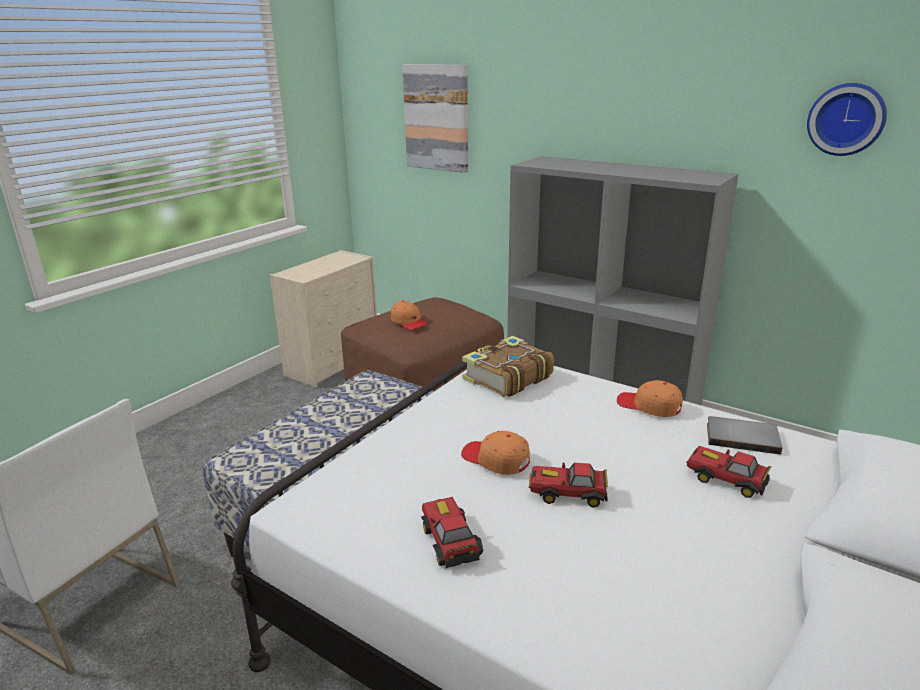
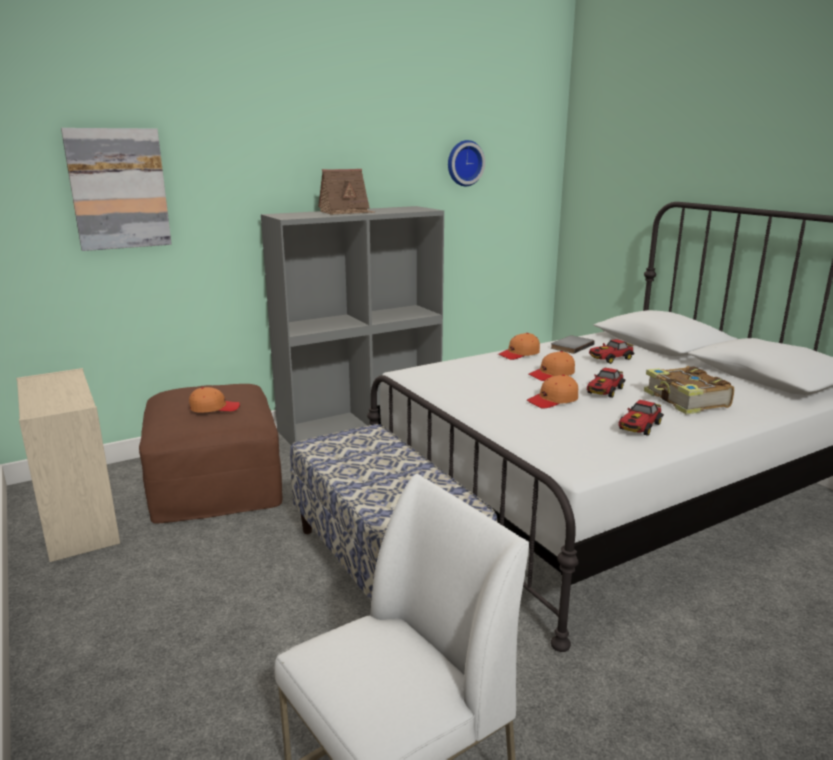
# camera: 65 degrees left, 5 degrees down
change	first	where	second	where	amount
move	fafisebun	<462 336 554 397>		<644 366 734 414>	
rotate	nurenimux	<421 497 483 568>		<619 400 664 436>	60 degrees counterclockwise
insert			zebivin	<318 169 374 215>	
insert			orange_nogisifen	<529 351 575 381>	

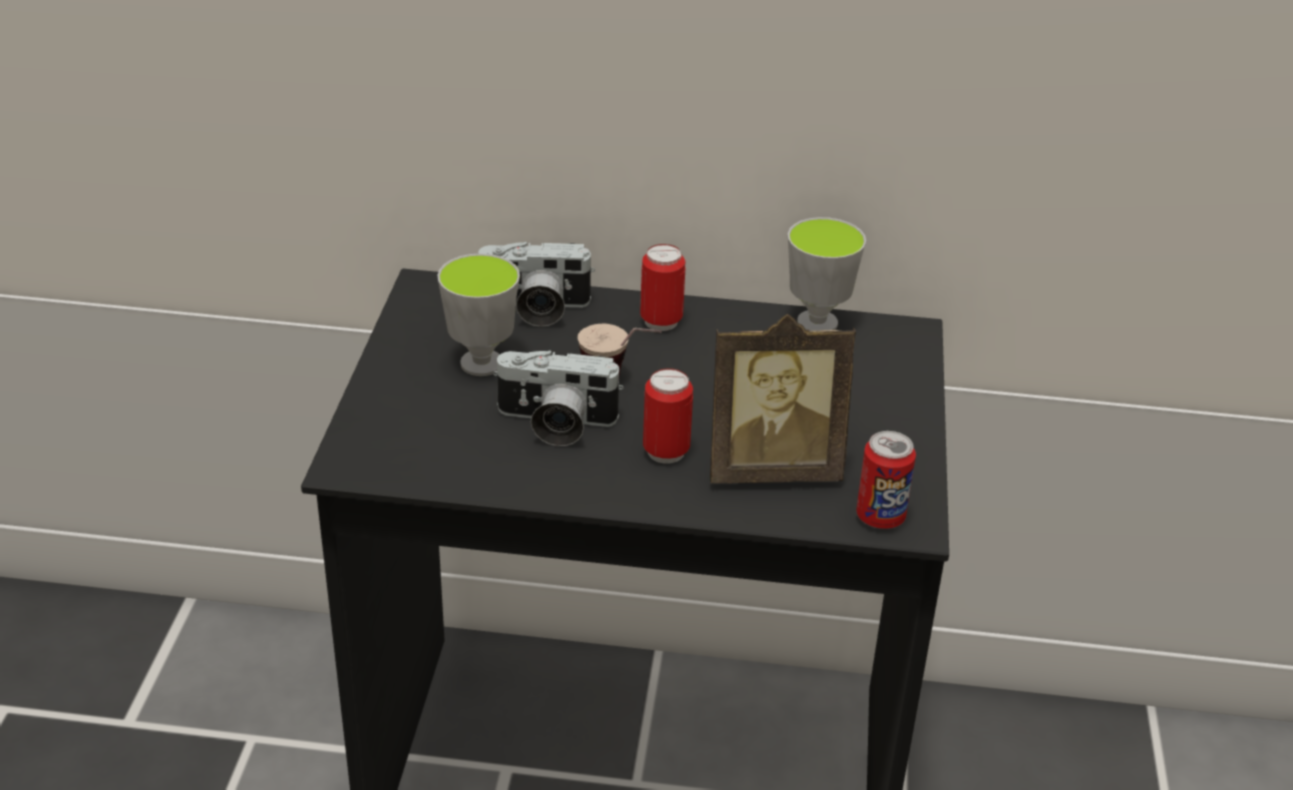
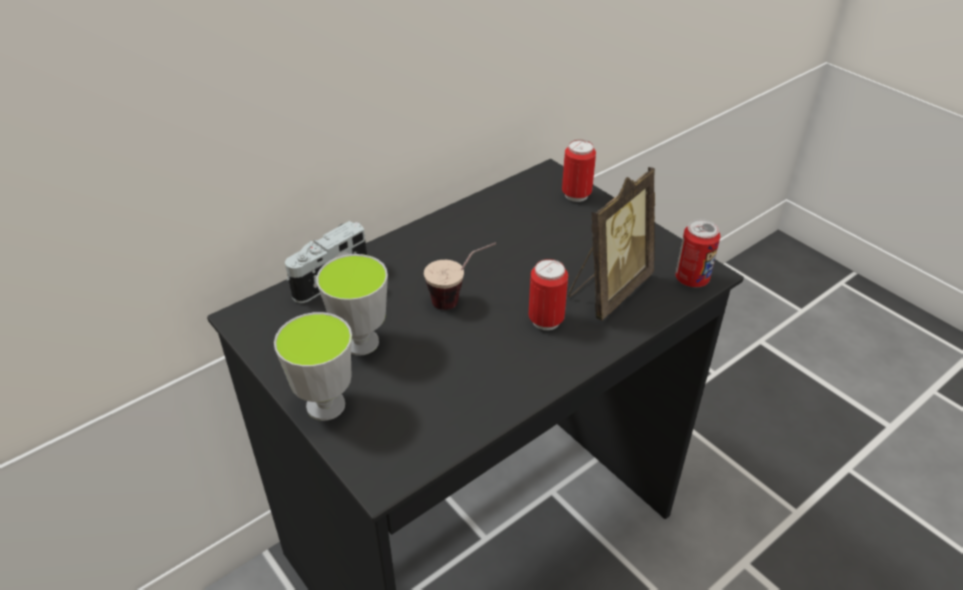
# camera: 45 degrees left, 5 degrees up
change	first	where	second	where	amount
move	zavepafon	<788 217 866 331>		<274 312 352 421>	
move	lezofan	<640 244 685 331>		<562 140 596 202>	
delete	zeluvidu	<493 350 624 446>			

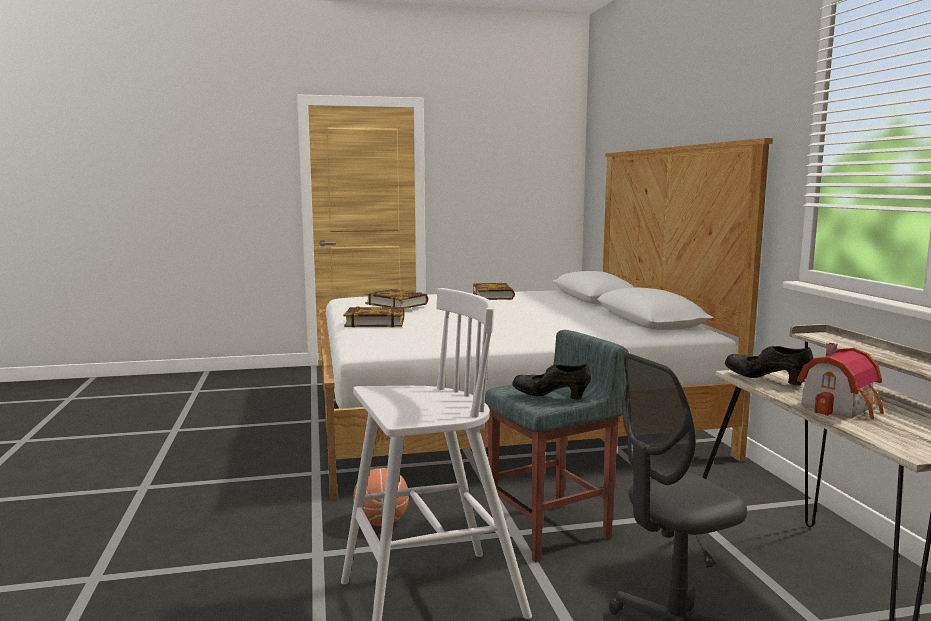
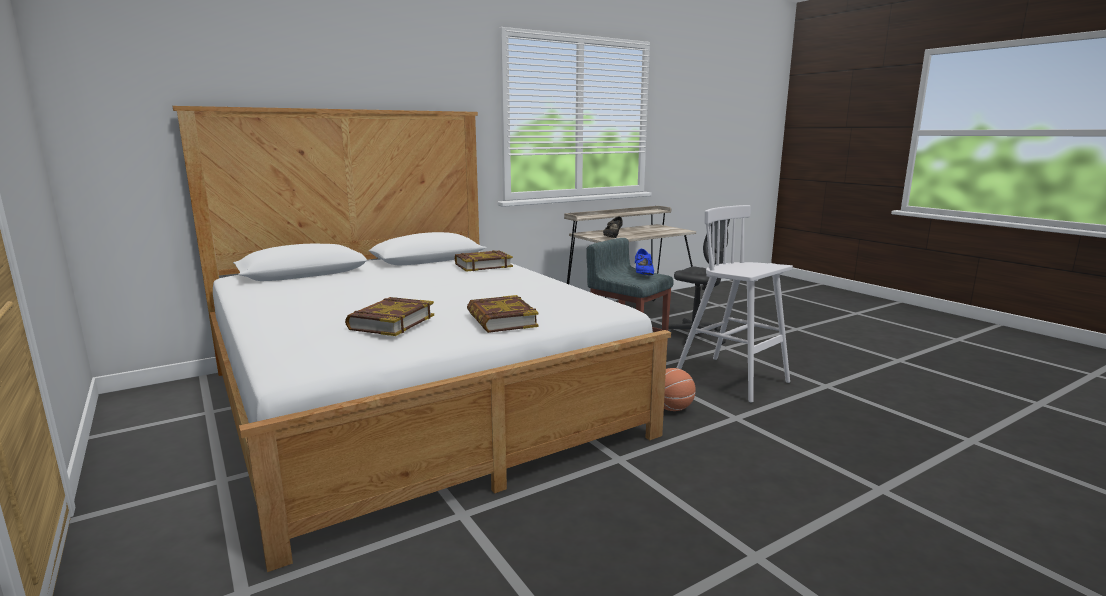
# camera: 110 degrees left, 5 degrees up
change	first	where	second	where	amount
move	fafisebun	<473 283 515 300>		<455 250 513 272>	
delete	zebivin	<797 342 884 419>			
recolor	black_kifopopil	<512 364 591 400>	blue_kifopopil	<635 249 654 275>	

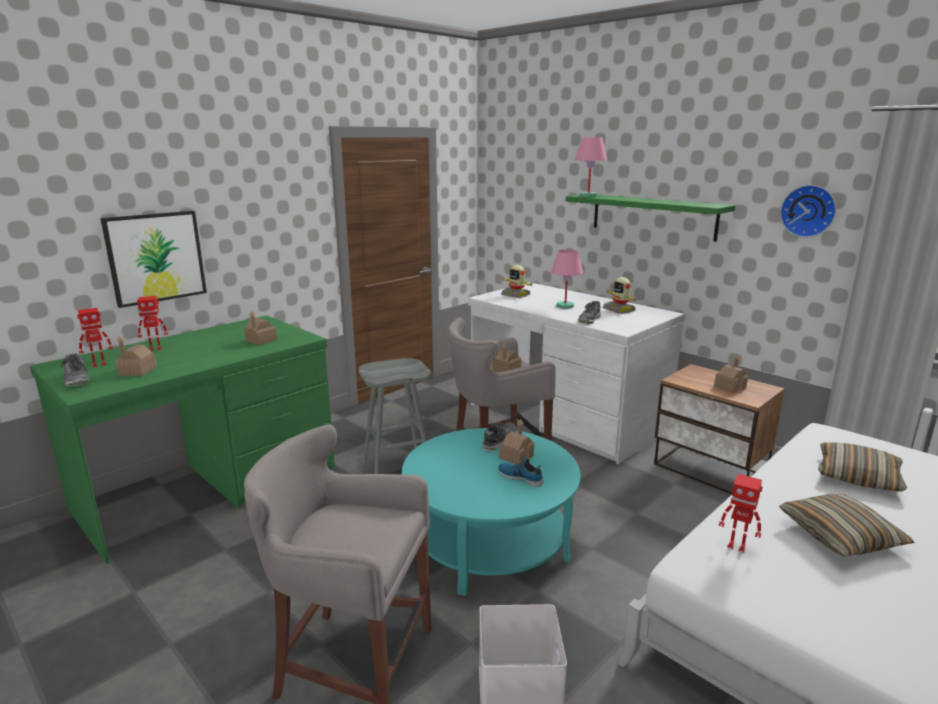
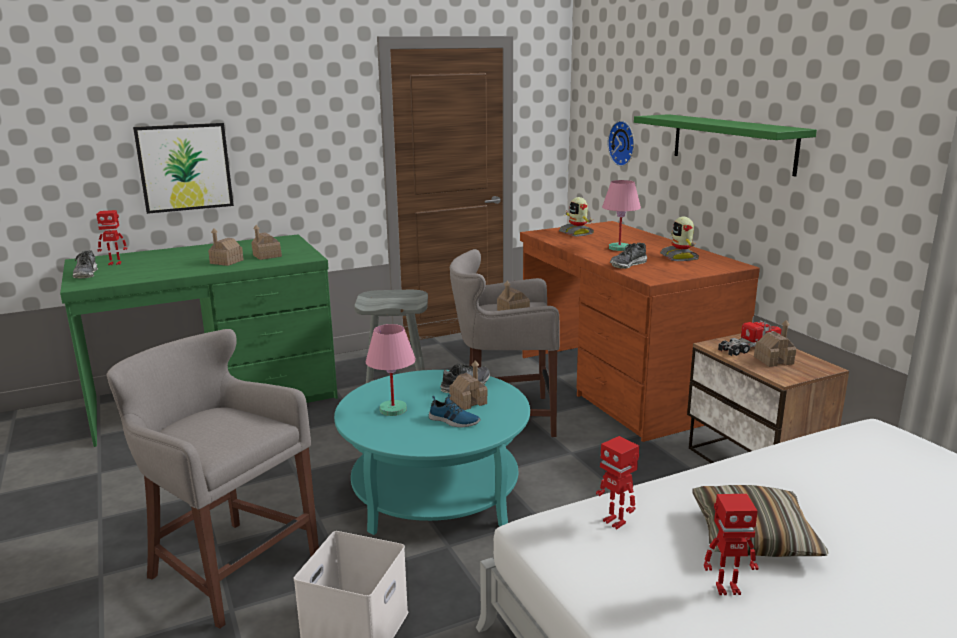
# camera: 20 degrees right, 0 degrees up
change	first	where	second	where	amount
move	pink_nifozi	<575 137 607 197>		<366 324 416 416>	
move	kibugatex	<780 185 836 238>		<608 121 634 166>	
recolor	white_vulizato	<468 282 684 464>	brown_vulizato	<520 221 760 442>	
move	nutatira	<137 296 168 351>		<704 494 758 595>	
move	zebivin	<116 336 157 376>		<208 228 244 266>	
delete	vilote	<818 442 907 492>			
rotate	kifopopil	<498 456 544 487>		<429 394 481 427>	150 degrees clockwise
insert			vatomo	<718 316 782 356>	

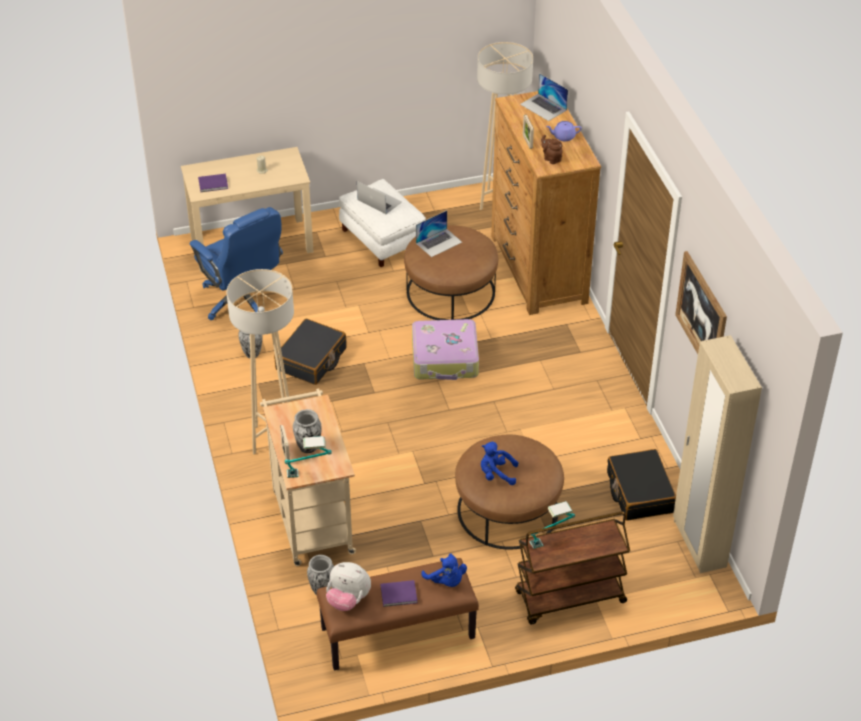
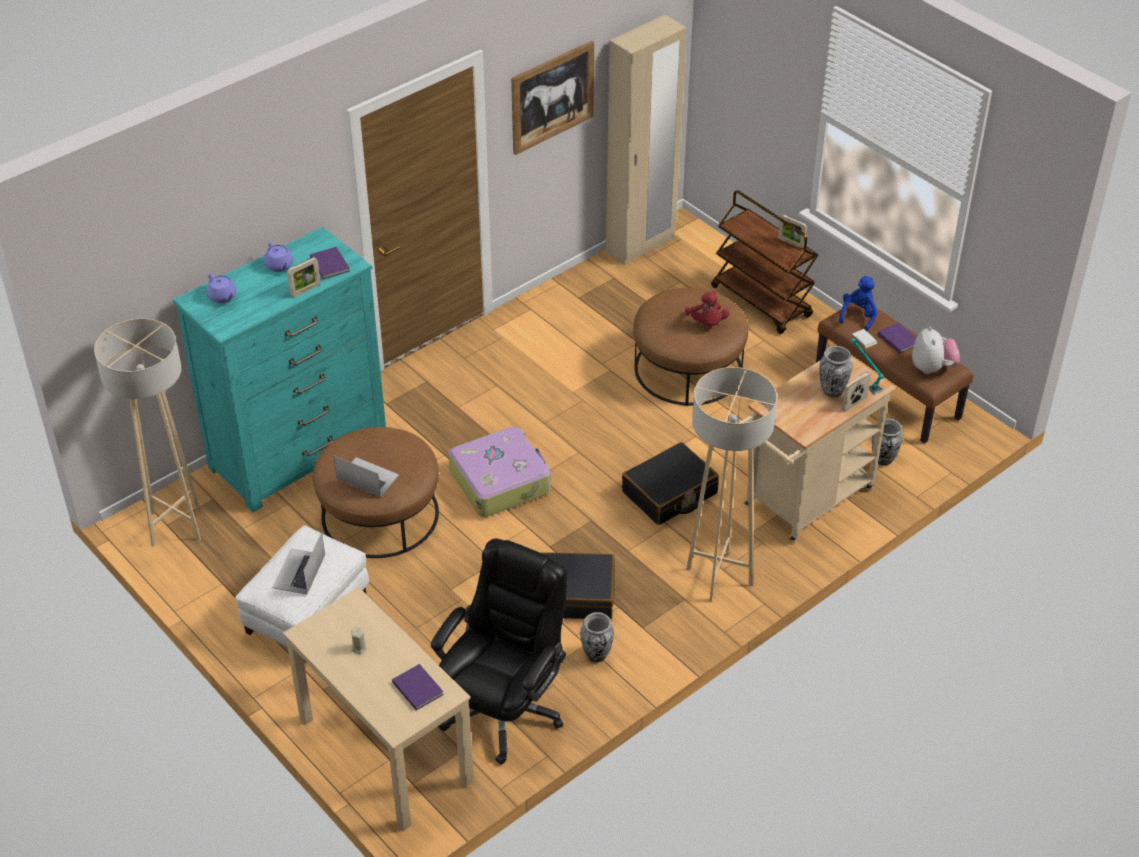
# camera: 115 degrees left, 0 degrees up
change	first	where	second	where	amount
replace	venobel	<520 73 568 121>	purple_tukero	<207 274 237 303>	
recolor	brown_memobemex	<491 91 601 315>	turquoise_memobemex	<173 227 386 512>	
replace	brown_tukero	<541 135 563 164>	purple_fafisebun	<310 247 350 279>	
recolor	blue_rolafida	<190 207 283 320>	black_rolafida	<431 538 567 765>	
recolor	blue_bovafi	<481 442 519 485>	red_bovafi	<685 291 729 326>	
move	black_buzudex	<607 449 676 521>		<622 442 719 525>	
delete	nifozi	<529 501 575 549>			
insert			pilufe	<778 215 807 248>	

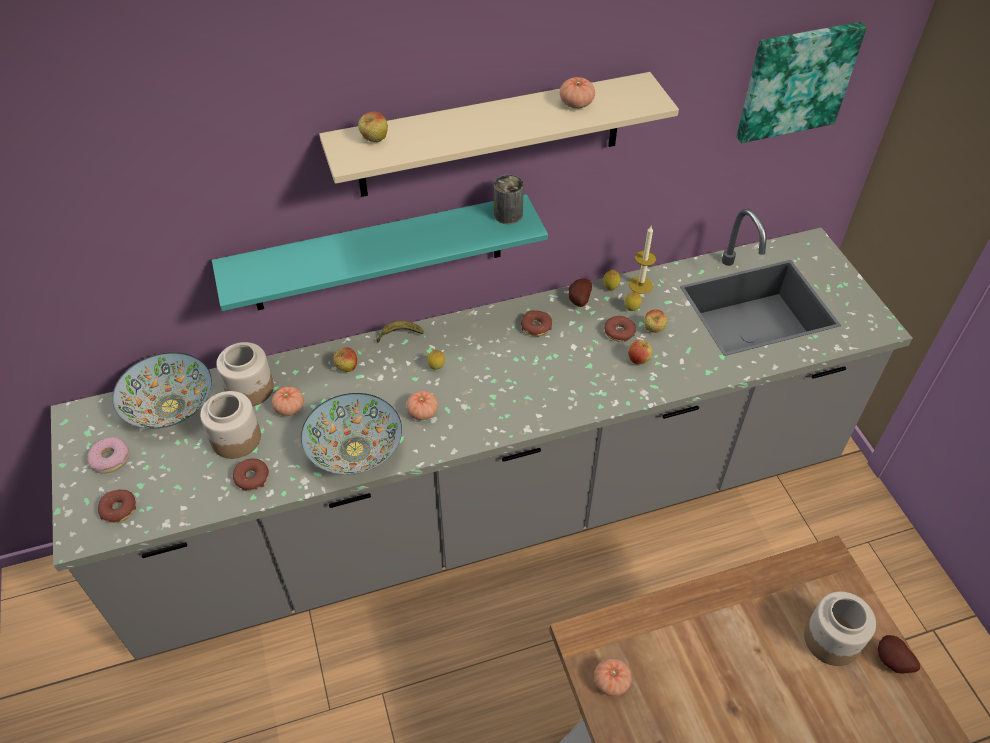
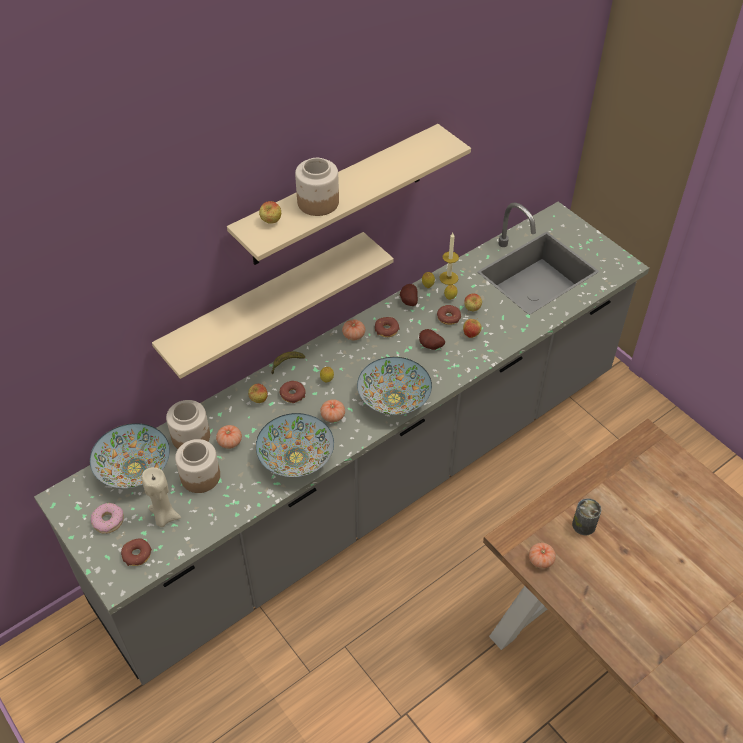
# camera: 20 degrees left, 0 degrees up
change	first	where	second	where	amount
delete	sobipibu	<737 22 867 143>			
move	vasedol	<560 77 595 108>		<342 319 365 340>	
move	lezofan	<494 175 524 224>		<572 498 601 535>	
recolor	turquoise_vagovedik	<212 194 548 311>	beige_vagovedik	<152 232 394 379>	
move	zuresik	<233 459 269 491>		<280 381 306 403>	
move	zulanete	<804 591 876 666>		<295 158 339 216>	
move	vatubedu	<878 635 920 674>		<419 329 445 350>	
insert			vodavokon	<357 357 432 415>	
insert			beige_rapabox	<142 467 181 527>	

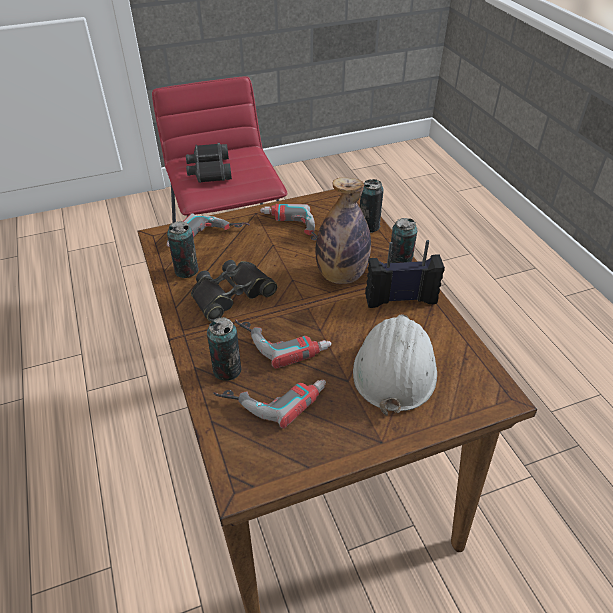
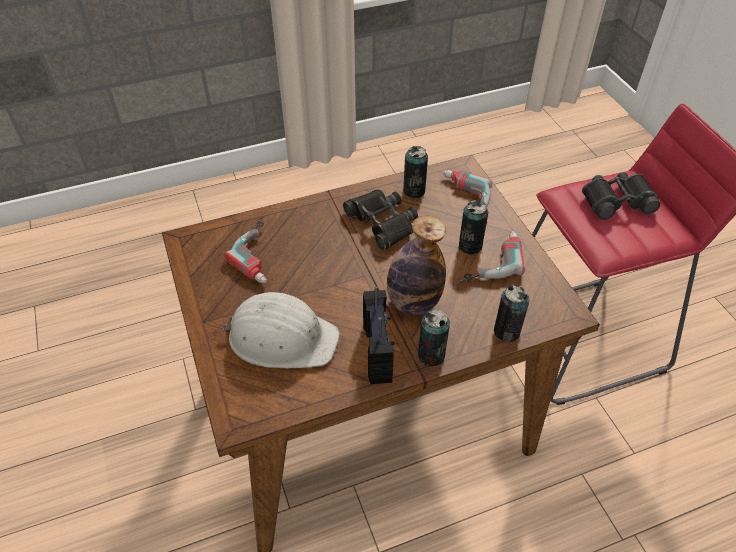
# camera: 90 degrees right, 5 degrees up
change	first	where	second	where	amount
move	lezofan	<207 317 241 381>		<459 200 488 254>	
delete	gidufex	<235 320 332 368>			

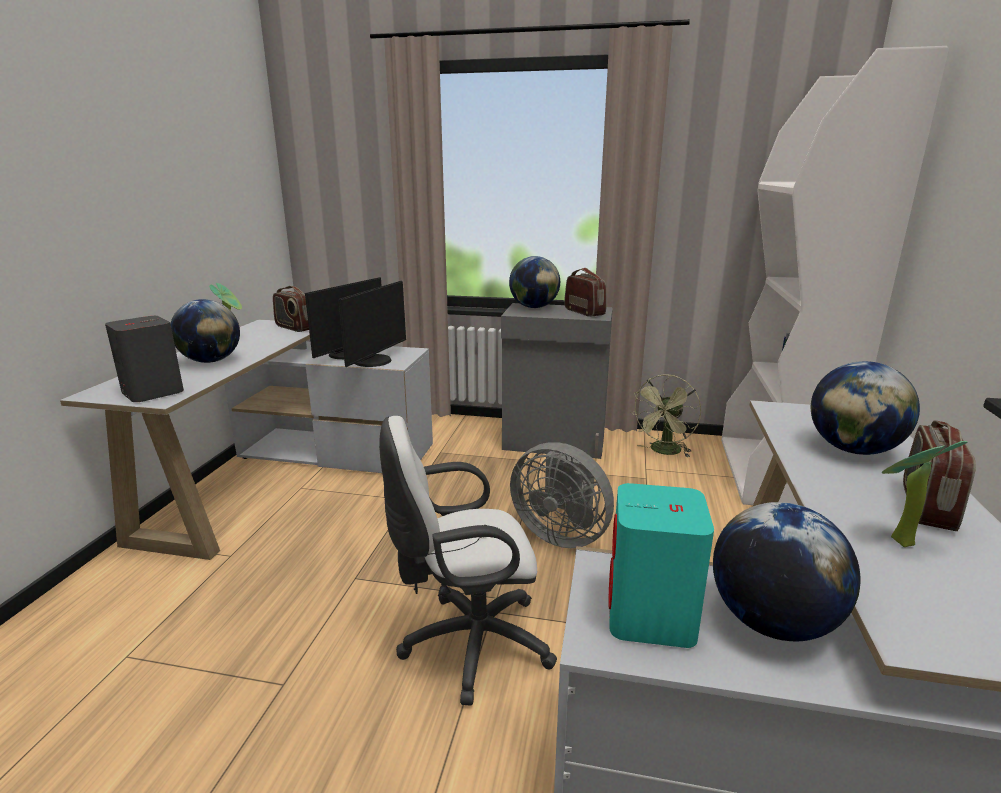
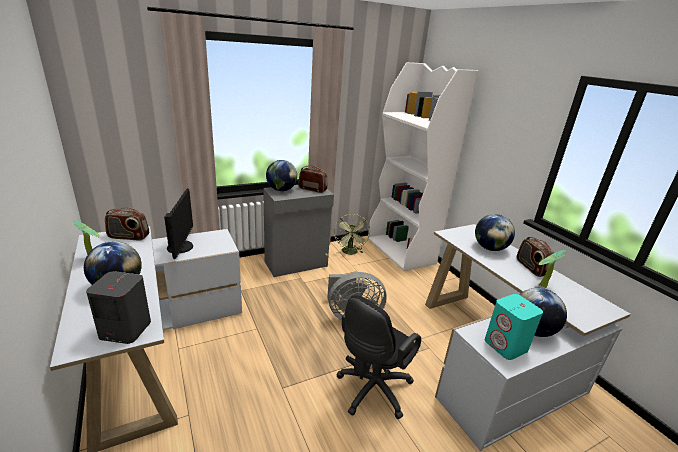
# camera: 40 degrees left, 5 degrees up
change	first	where	second	where	amount
delete	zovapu	<339 281 406 367>			
recolor	white_rolafida	<379 416 557 706>	black_rolafida	<336 295 421 419>	

